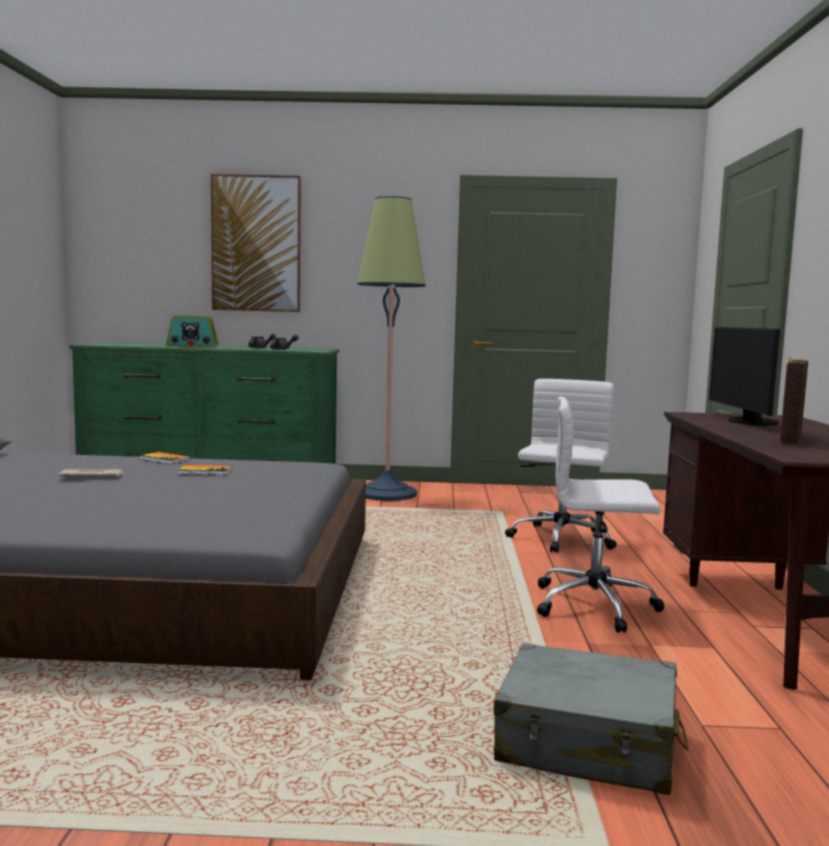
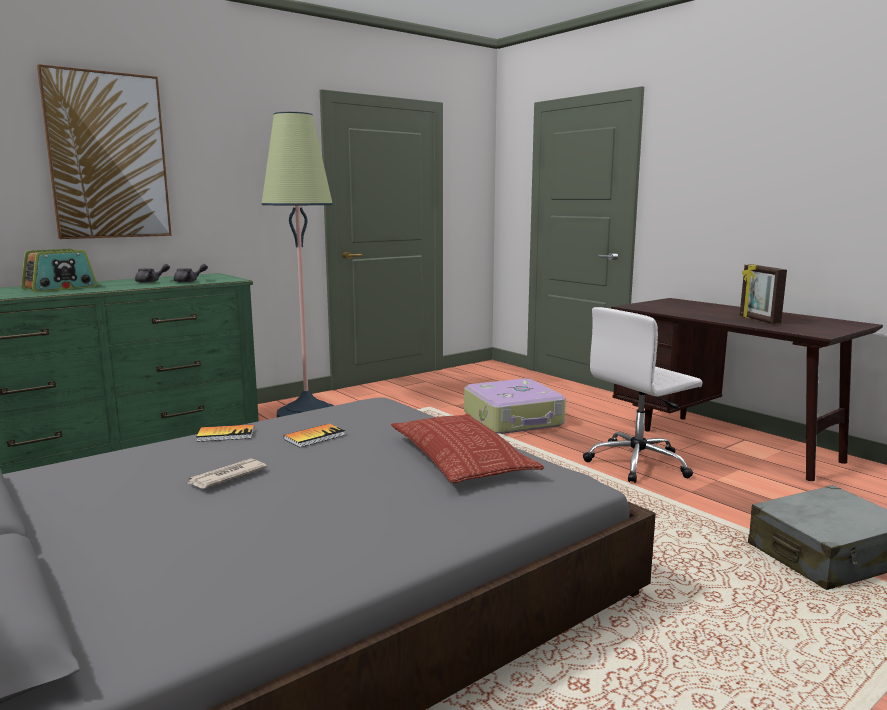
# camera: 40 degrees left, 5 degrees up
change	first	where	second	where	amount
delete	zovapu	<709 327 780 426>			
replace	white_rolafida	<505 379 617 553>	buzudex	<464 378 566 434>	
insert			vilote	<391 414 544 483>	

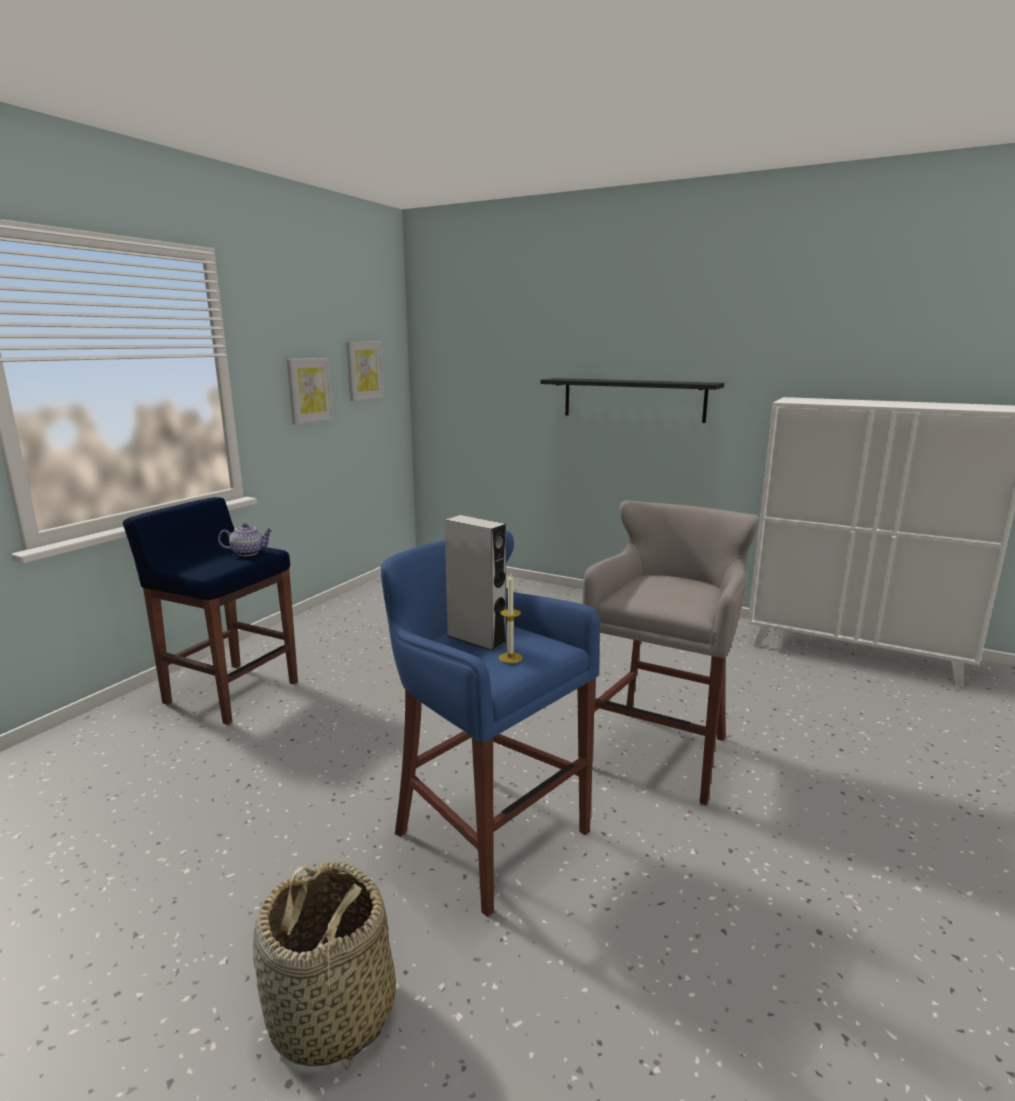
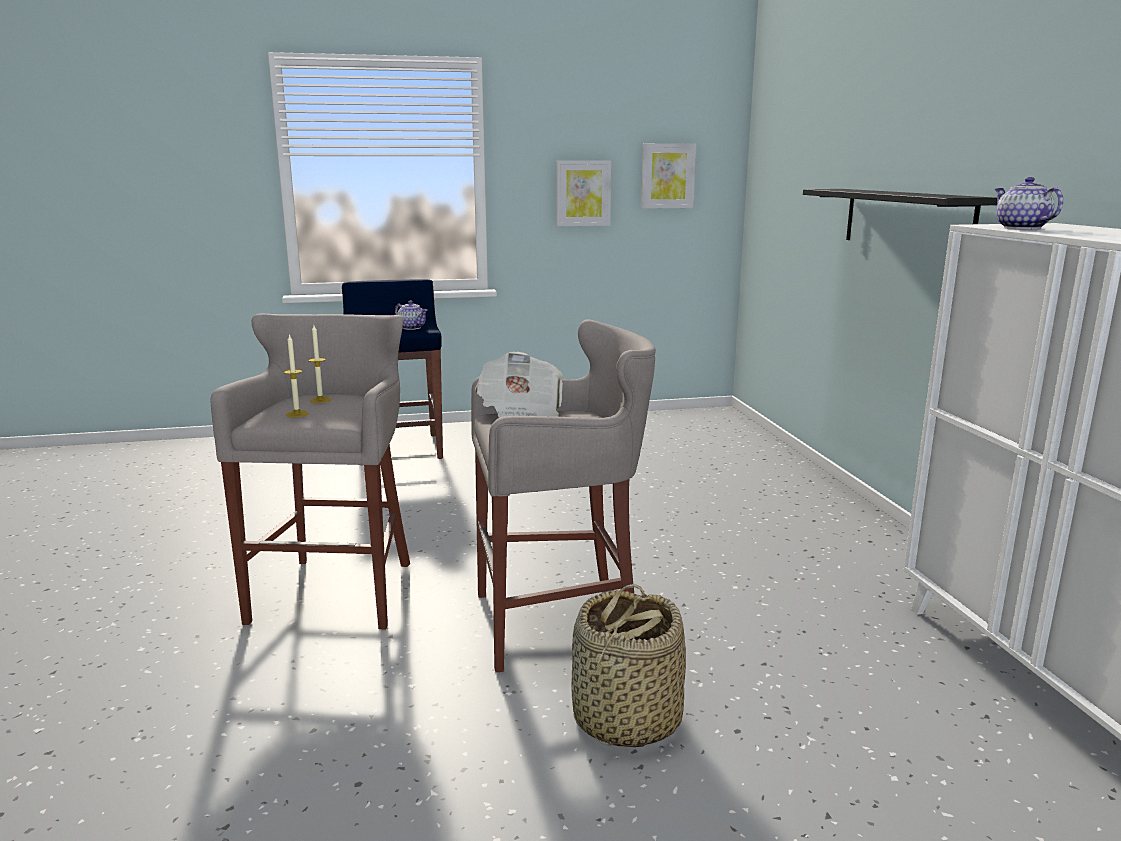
# camera: 50 degrees right, 0 degrees up
change	first	where	second	where	amount
replace	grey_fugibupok	<445 515 507 651>	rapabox	<308 325 331 403>	
recolor	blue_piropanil	<381 531 600 917>	grey_piropanil	<211 313 410 629>	
move	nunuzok	<253 861 396 1069>		<571 584 686 747>	
insert			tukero	<994 177 1063 229>	
insert			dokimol	<475 352 563 418>	

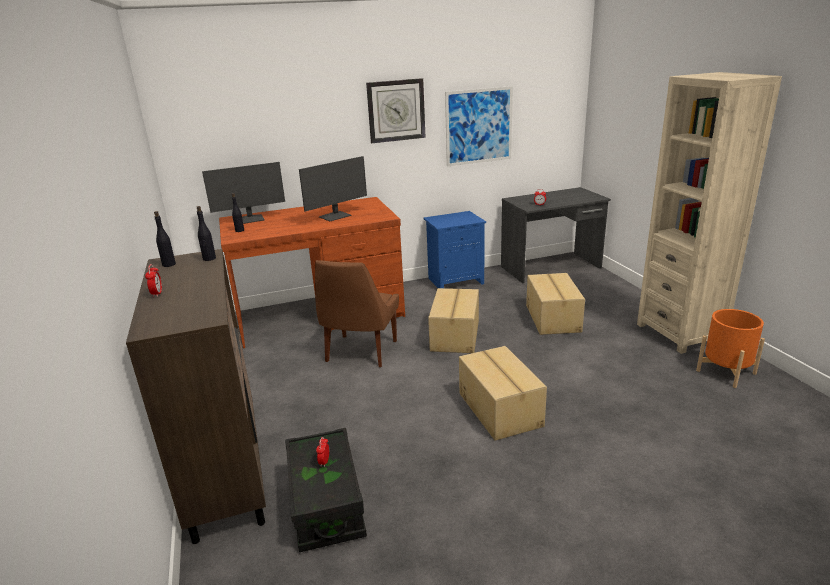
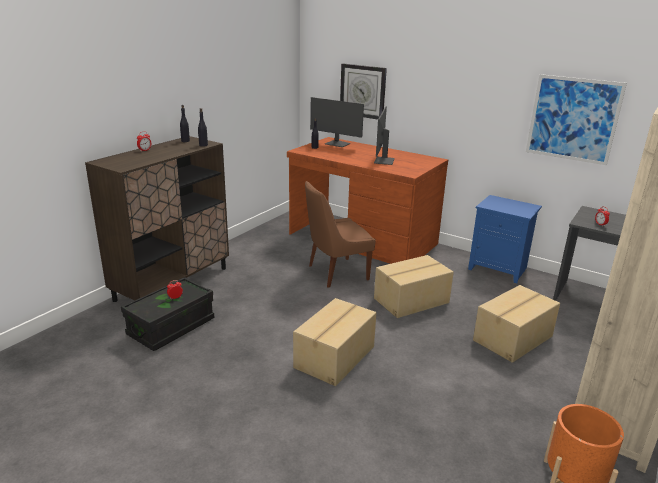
# camera: 50 degrees right, 0 degrees up
change	first	where	second	where	amount
move	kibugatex	<366 78 426 143>		<340 63 387 120>	
rotate	zovapu	<299 156 367 221>		<374 106 394 165>	90 degrees clockwise

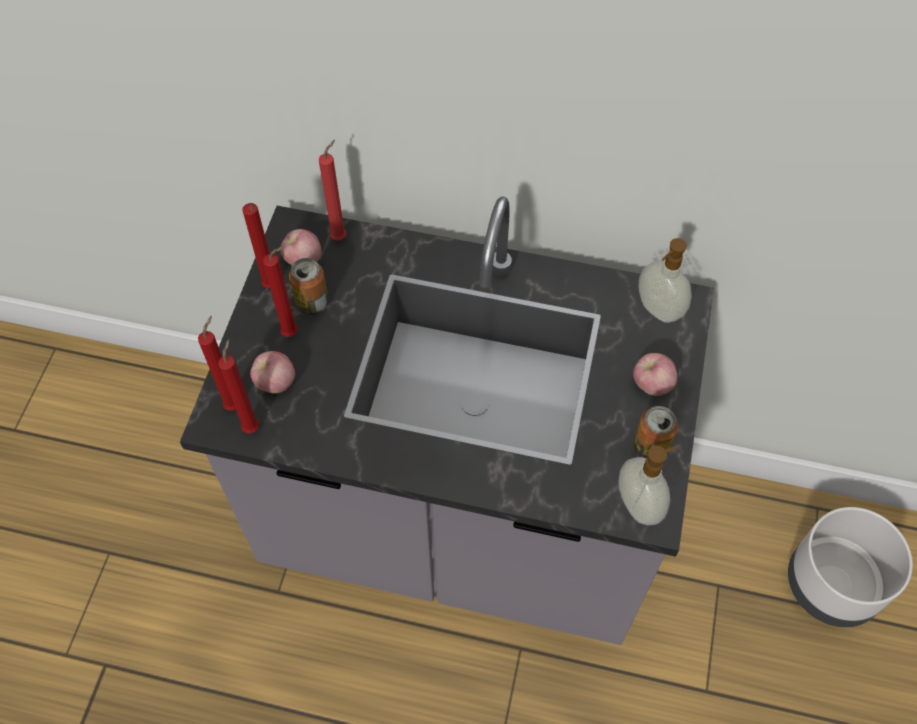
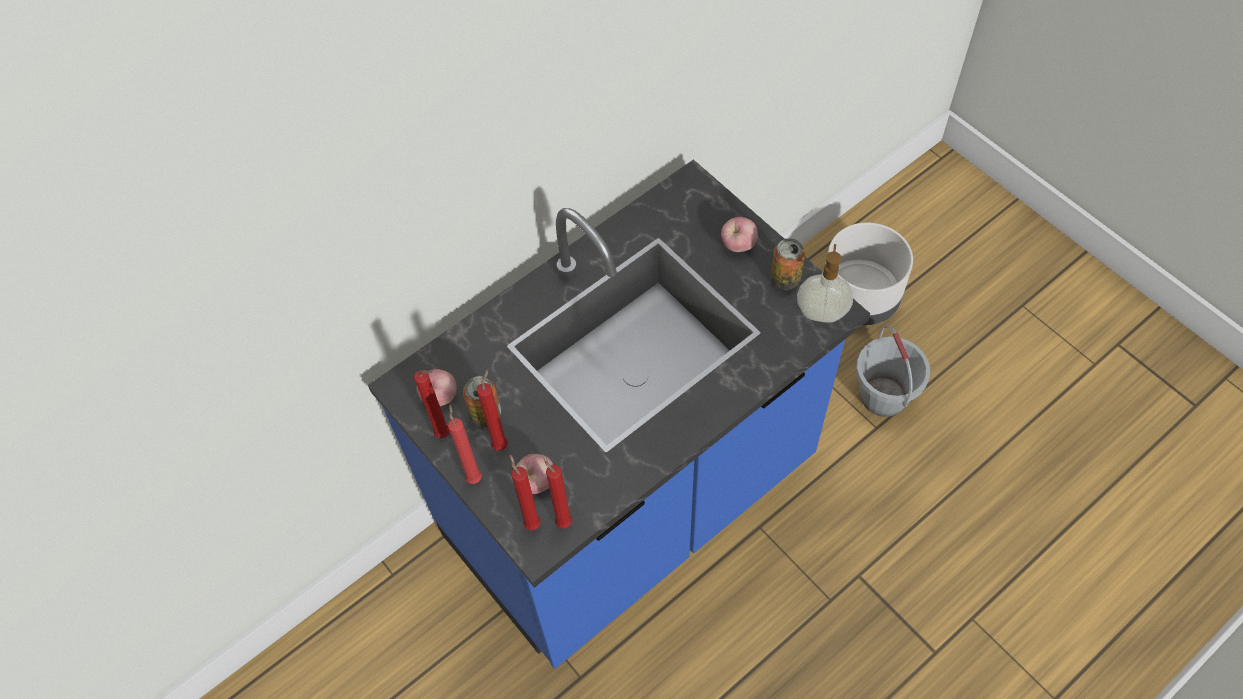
# camera: 50 degrees left, 0 degrees up
change	first	where	second	where	amount
move	red_rapabox	<319 140 346 241>		<448 404 482 484>	
recolor	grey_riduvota	<180 196 714 645>	blue_riduvota	<368 159 870 669>	
delete	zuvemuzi	<638 238 692 323>			
insert			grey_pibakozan	<856 324 930 417>	

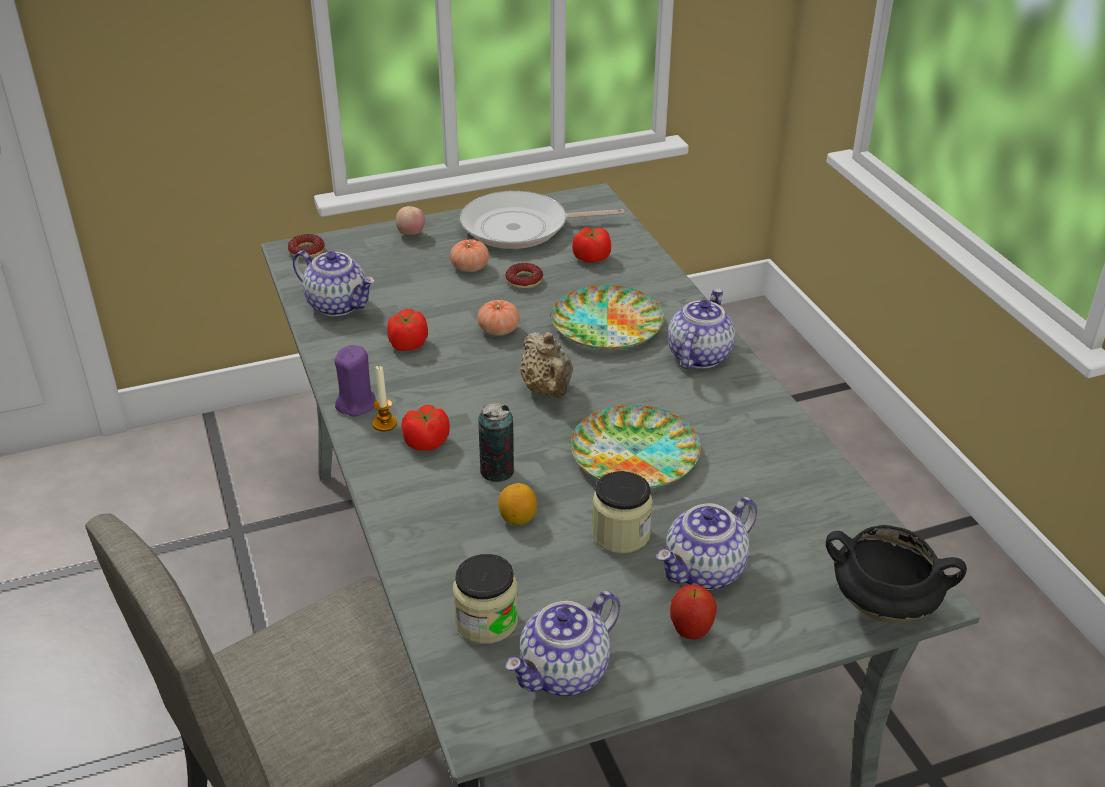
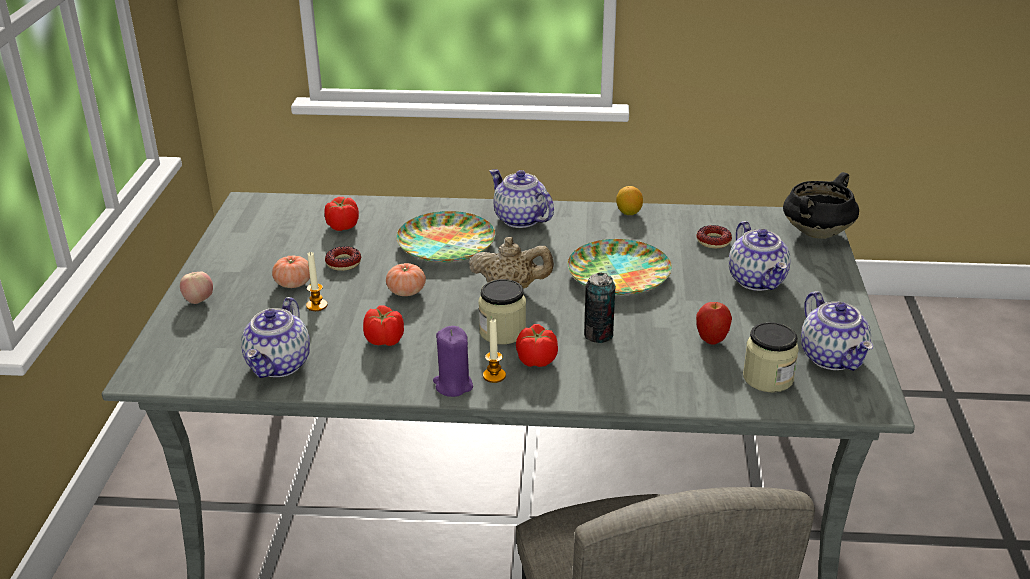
# camera: 65 degrees left, 5 degrees down
change	first	where	second	where	amount
delete	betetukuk	<460 191 624 249>			
move	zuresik	<288 234 325 259>		<697 225 732 248>	
rotate	tukero	<293 250 375 316>		<241 297 310 378>	135 degrees clockwise
move	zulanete	<592 471 653 553>		<479 279 526 344>	
move	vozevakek	<498 483 537 525>		<616 186 643 215>	
move	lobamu	<670 584 717 640>		<696 302 732 344>	
insert			rapabox	<306 252 327 311>	

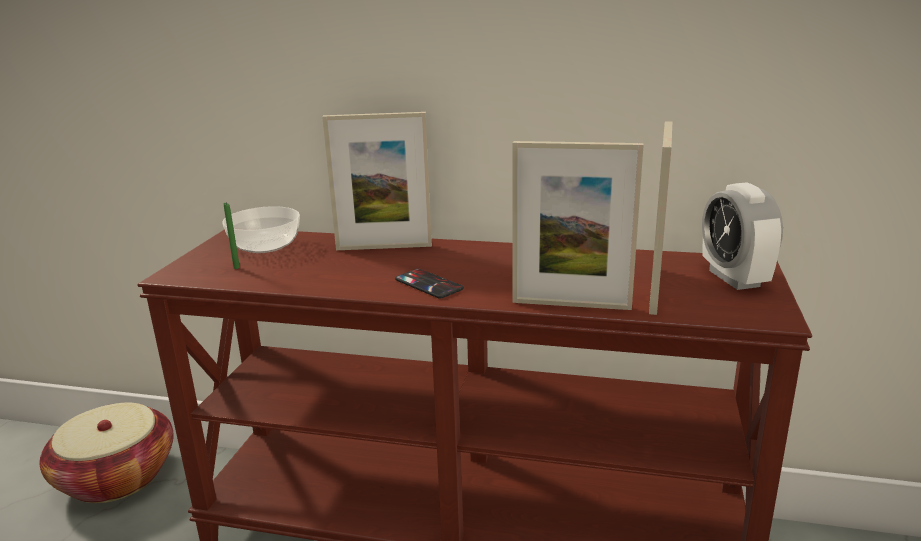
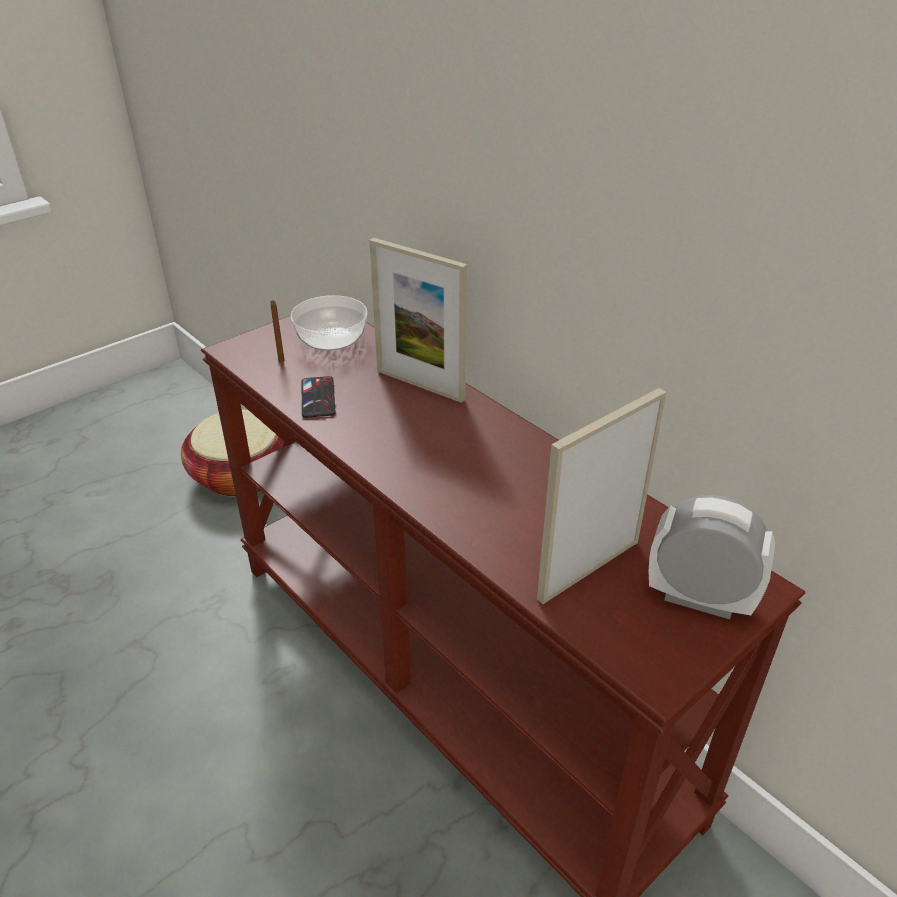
# camera: 35 degrees right, 15 degrees up
change	first	where	second	where	amount
delete	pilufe	<513 141 644 310>			
rotate	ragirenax	<702 182 783 290>		<648 495 775 619>	90 degrees clockwise
recolor	green_rapabox	<224 203 240 269>	brown_rapabox	<270 301 284 362>	
move	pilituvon	<395 269 464 298>		<301 376 335 418>	

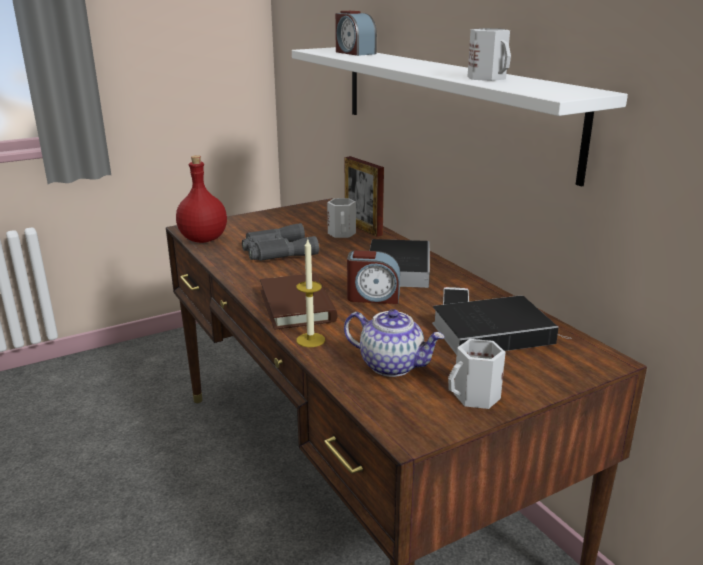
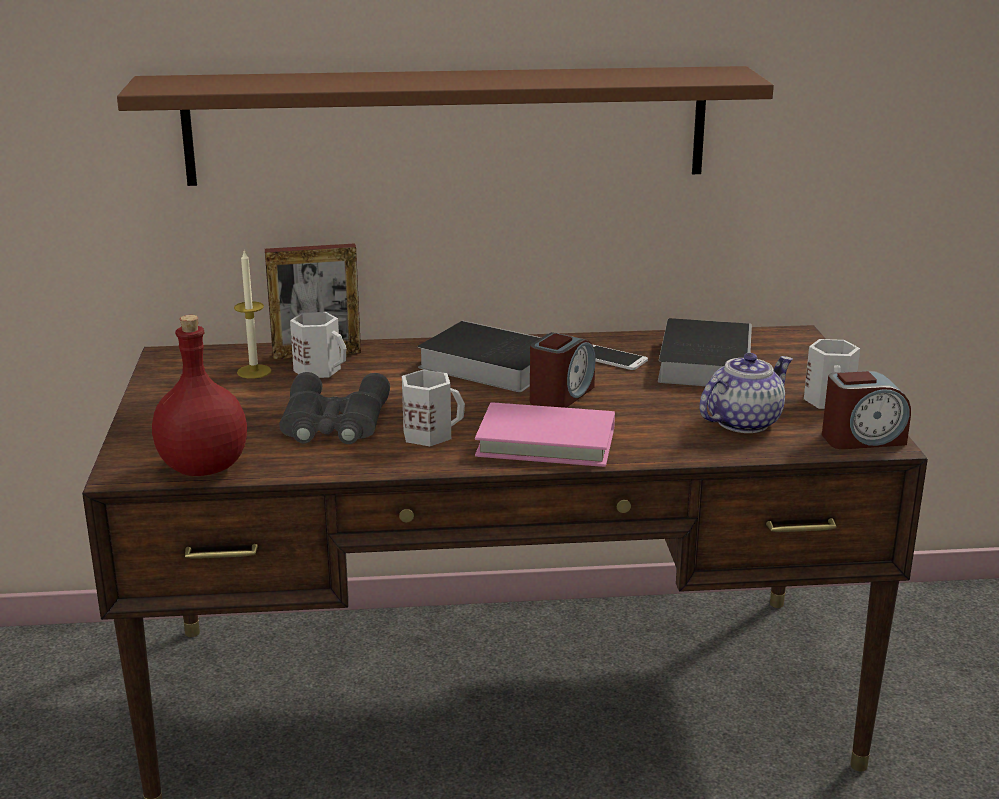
# camera: 65 degrees left, 0 degrees up
change	first	where	second	where	amount
move	ragirenax	<335 11 377 56>		<822 371 911 449>	
move	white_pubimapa	<468 28 511 81>		<402 370 465 446>	
recolor	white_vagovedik	<292 47 628 187>	brown_vagovedik	<117 66 774 186>	
move	rapabox	<296 238 325 347>		<234 251 272 378>	
recolor	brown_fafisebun	<260 273 337 330>	pink_fafisebun	<475 402 615 467>	

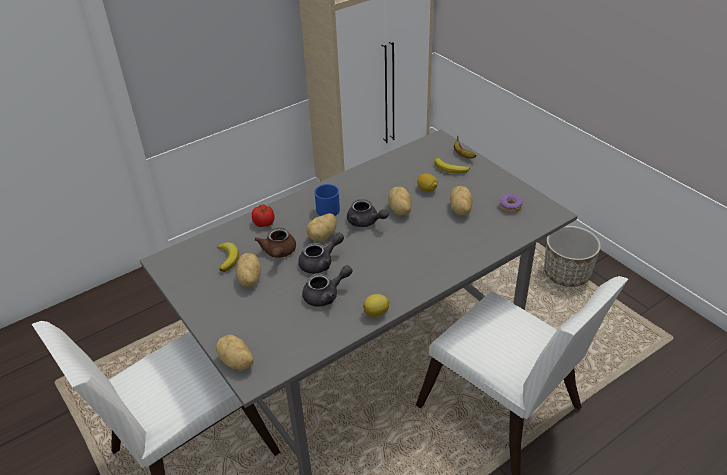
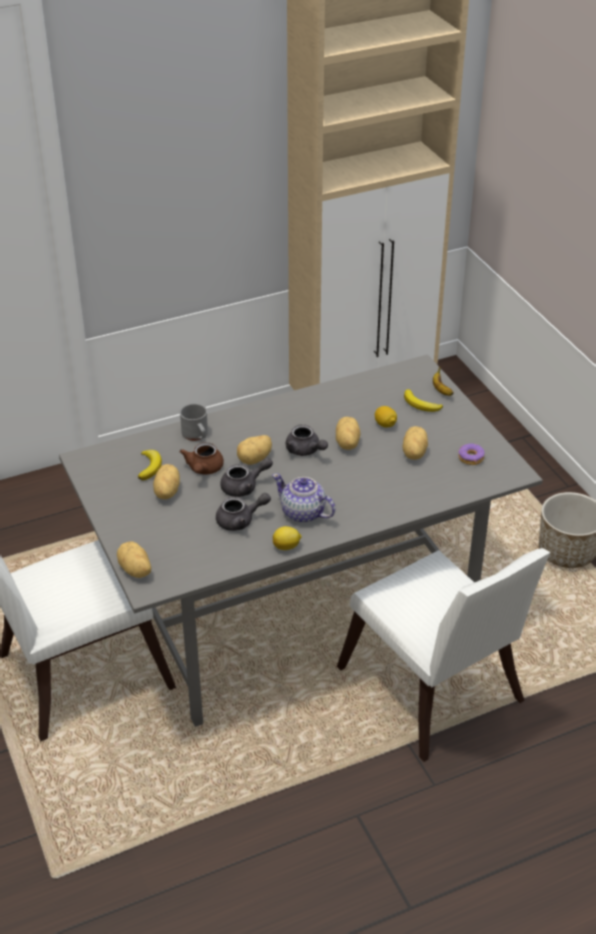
# camera: 10 degrees right, 0 degrees up
change	first	where	second	where	amount
delete	blue_pubimapa	<314 184 340 216>			
replace	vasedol	<252 204 275 227>	grey_pubimapa	<180 403 208 441>	
insert			tukero	<272 474 336 523>	

